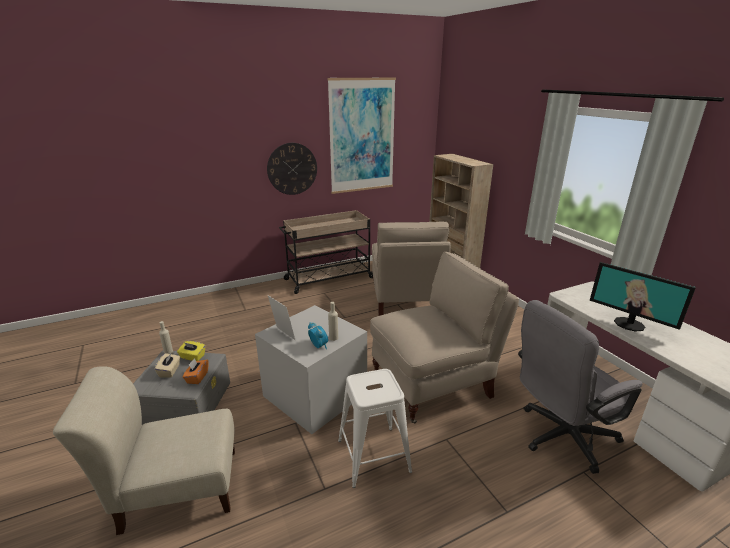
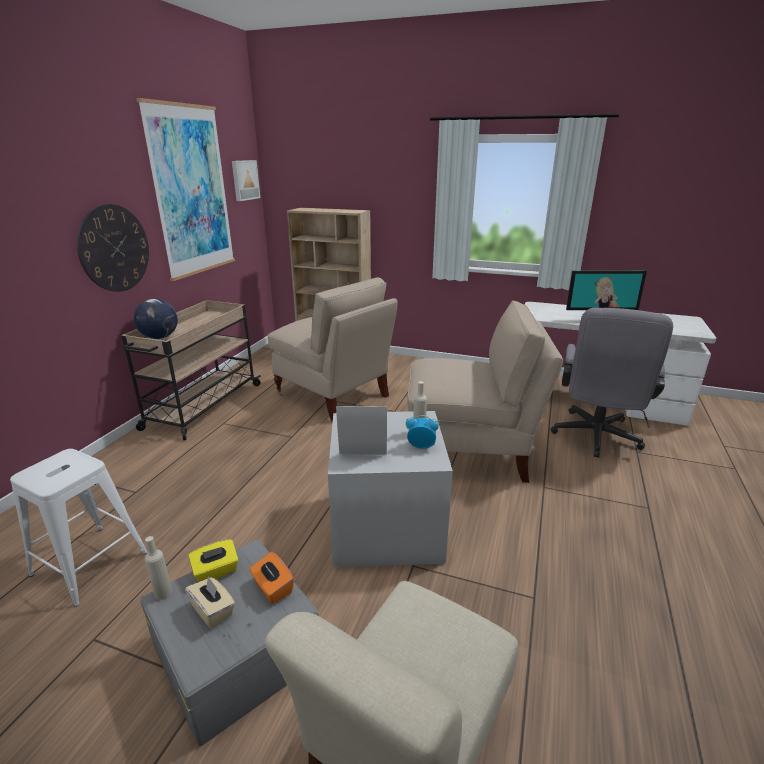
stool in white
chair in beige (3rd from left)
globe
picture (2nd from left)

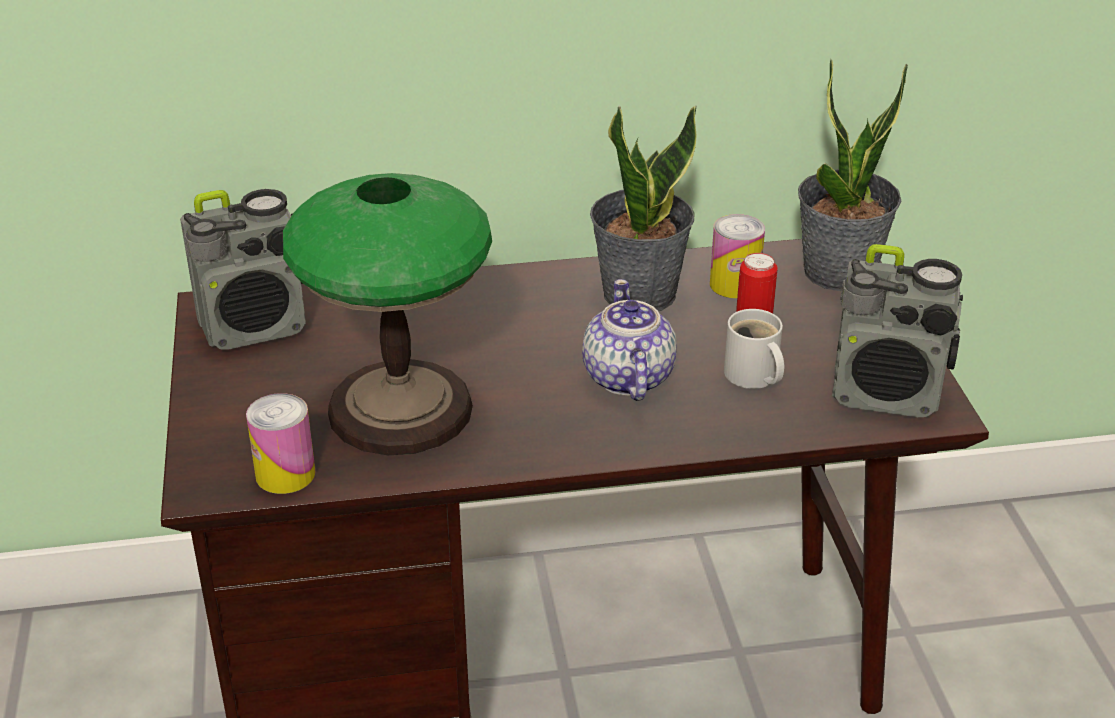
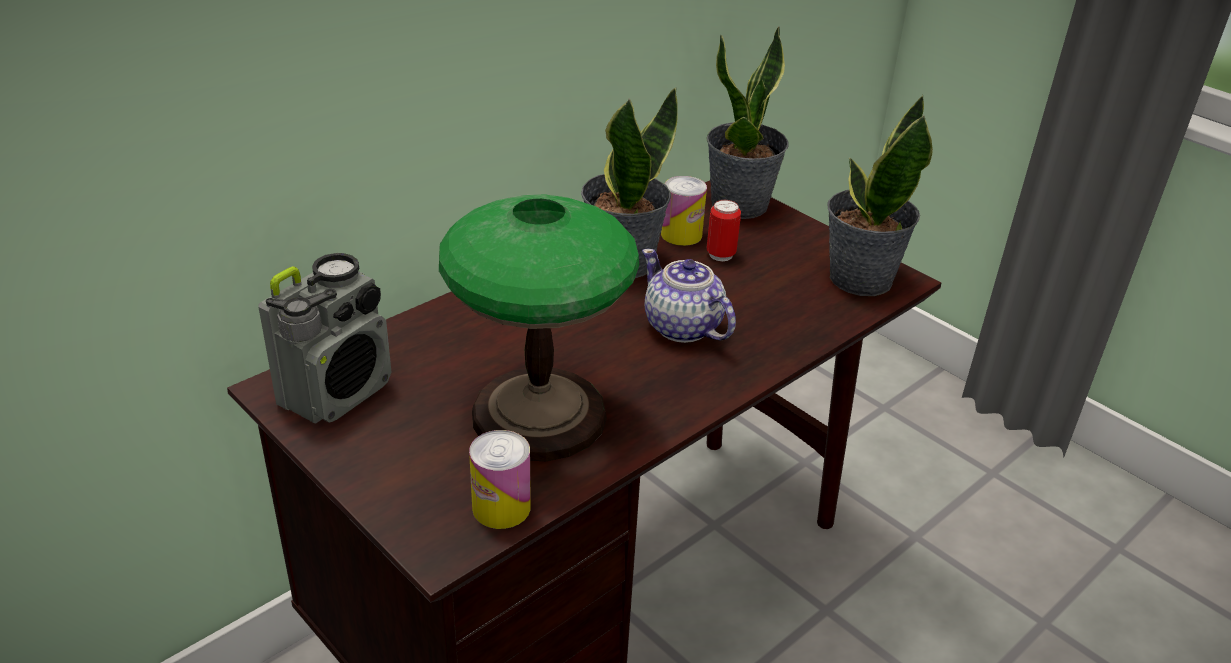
mug in white
potted plant (3rd from left)

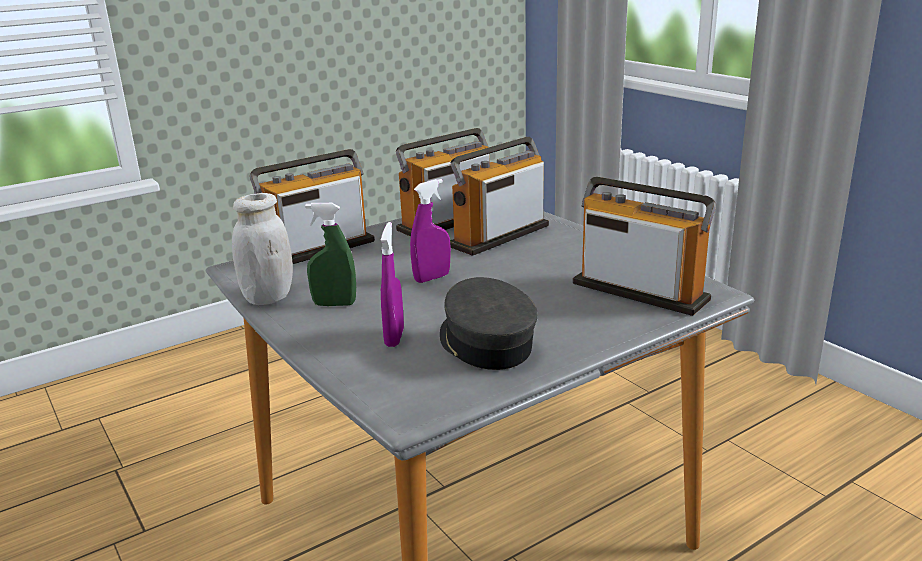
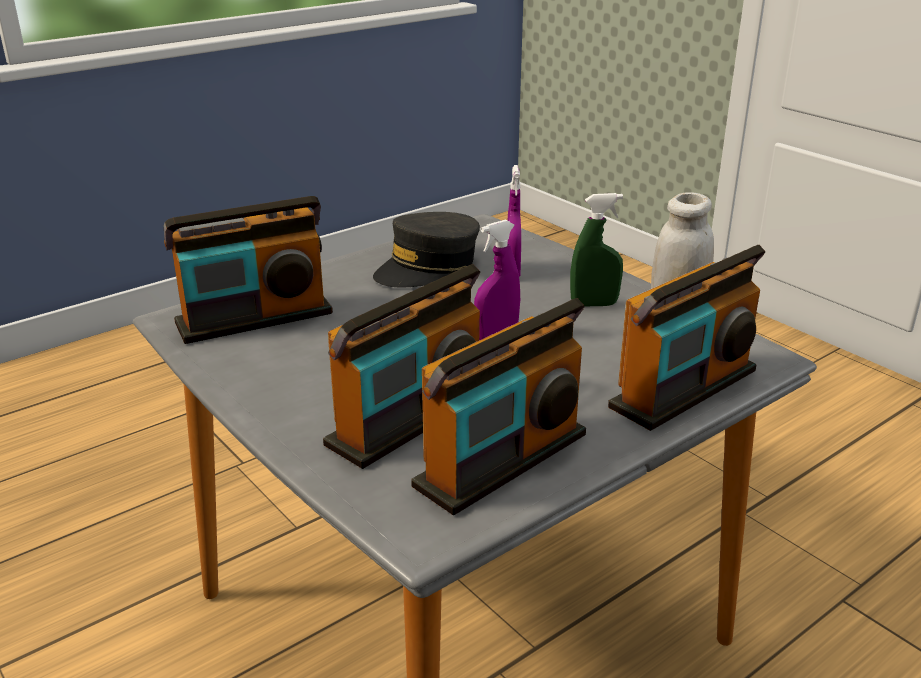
cap in grey
radio (1st from left)

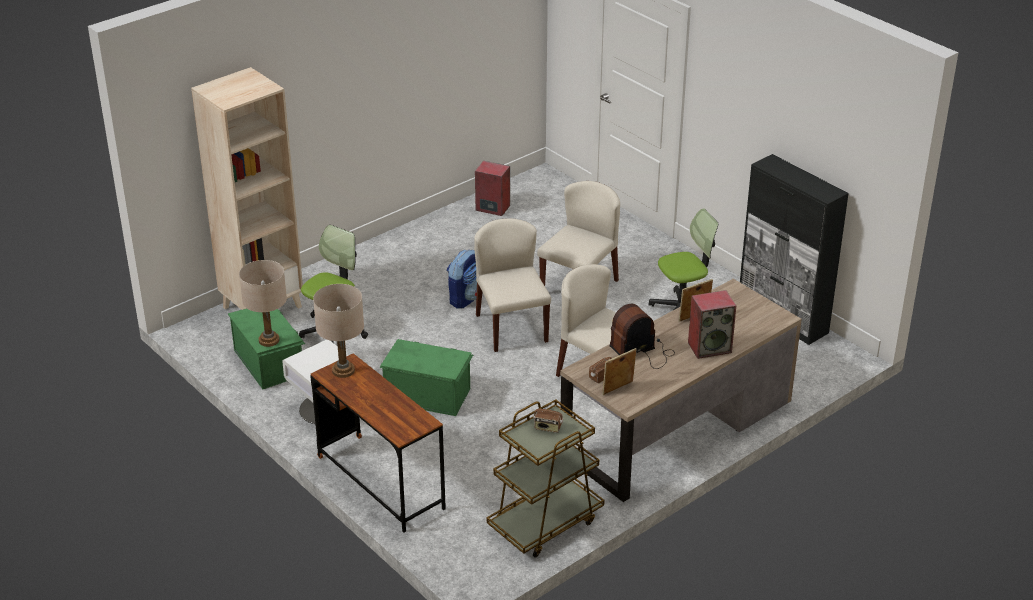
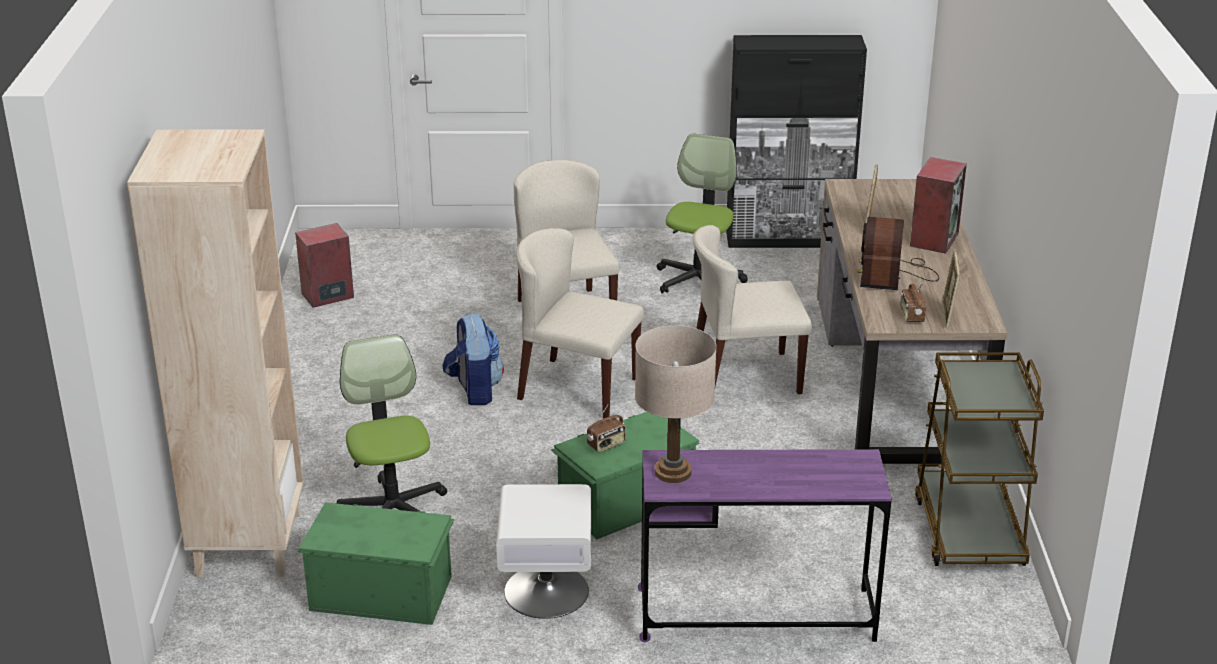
table lamp in beige (1st from left in the first image)
desk in purple
radio (1st from left)

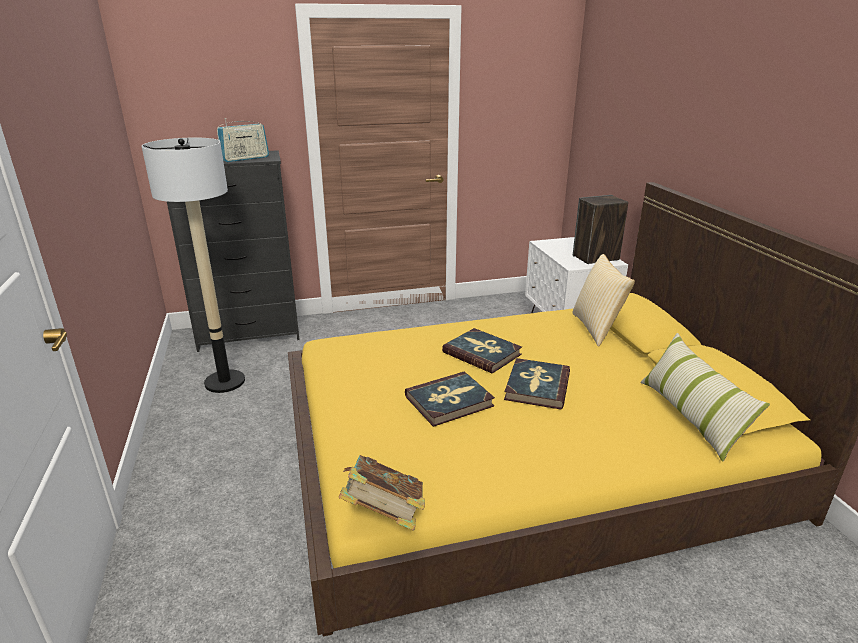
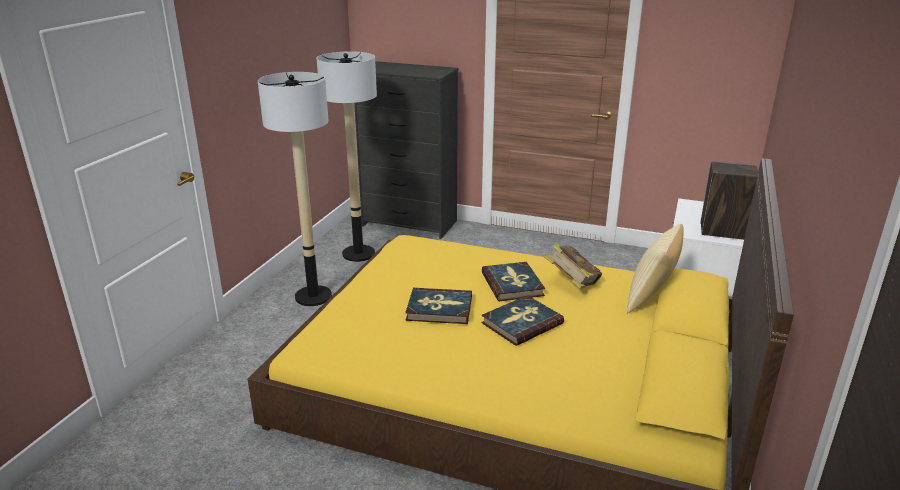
radio
book (4th from left)
pillow (2nd from left in the first image)
floor lamp (1st from left)

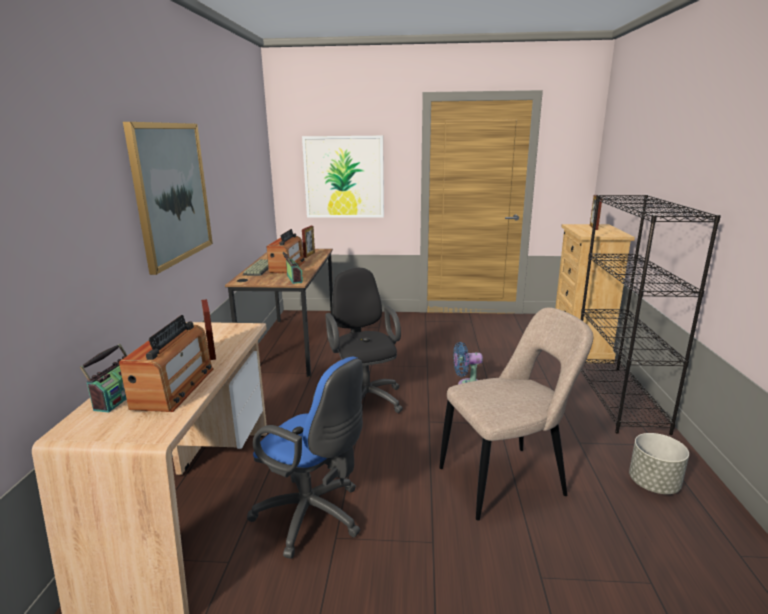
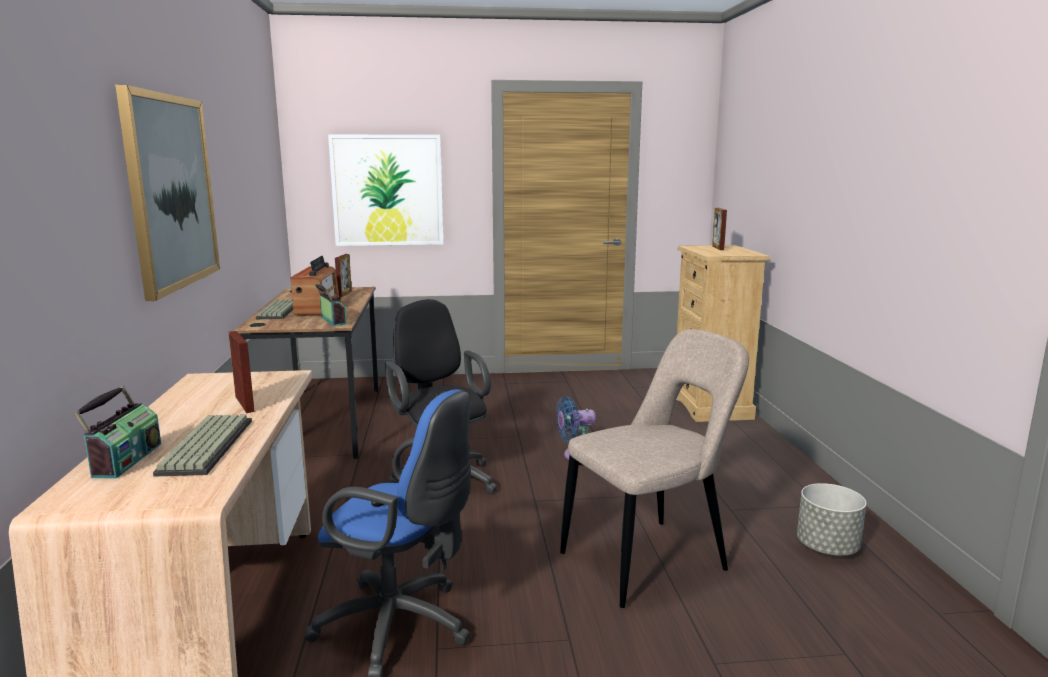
keyboard (1st from left)
bookcase in black

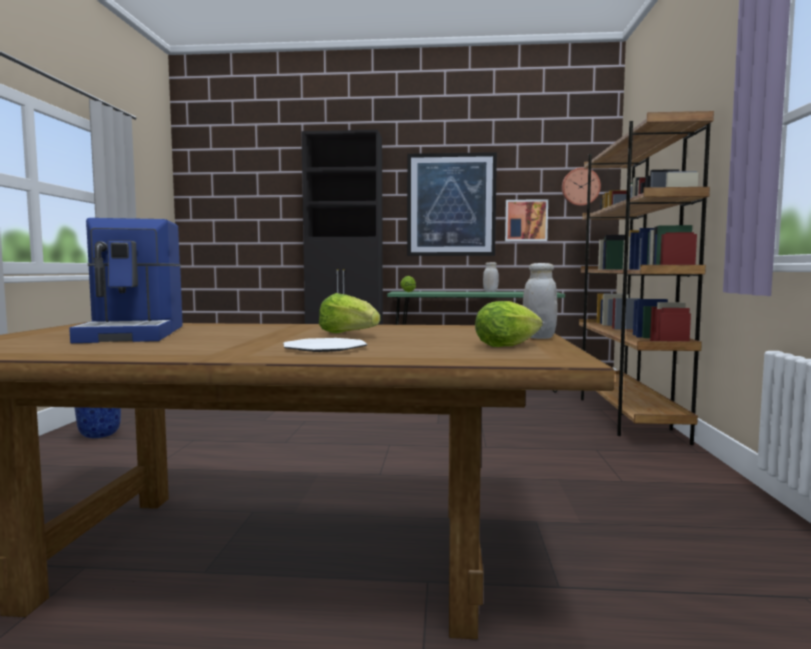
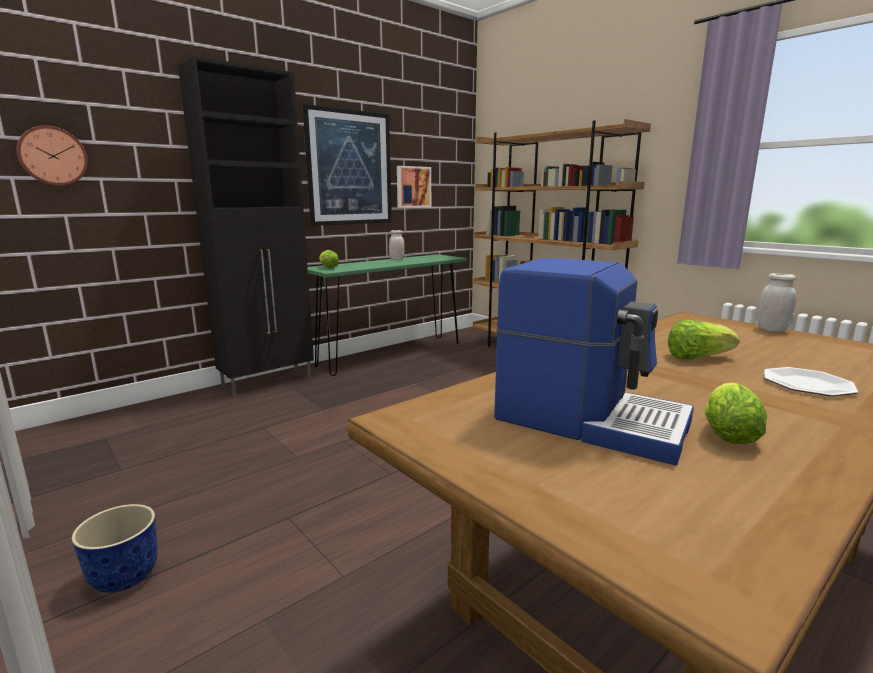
lettuce (3rd from left)
wall clock

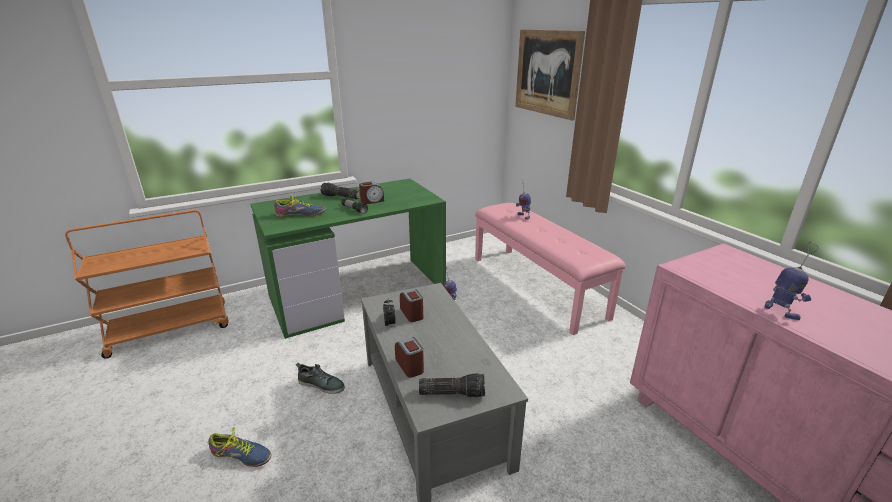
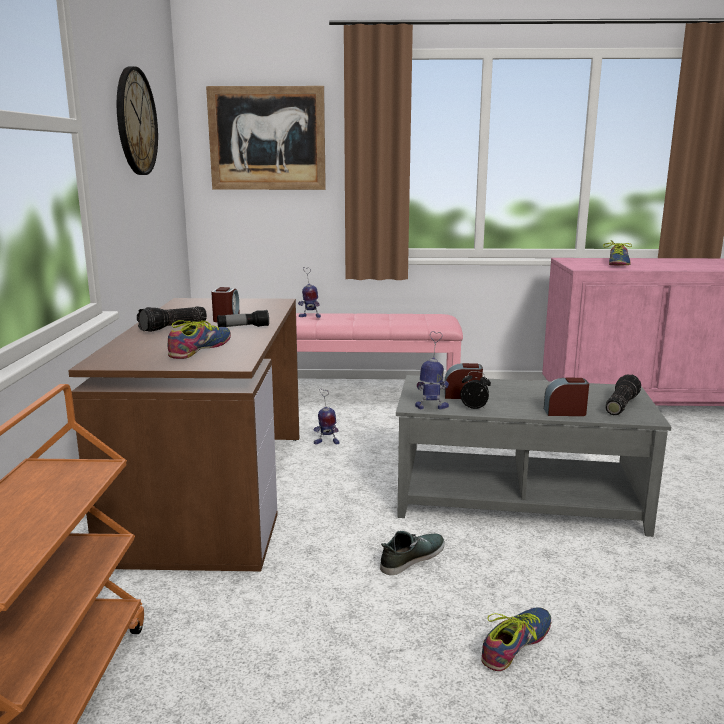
desk in brown
toy robot (3rd from left)
wall clock
shoe (4th from left)

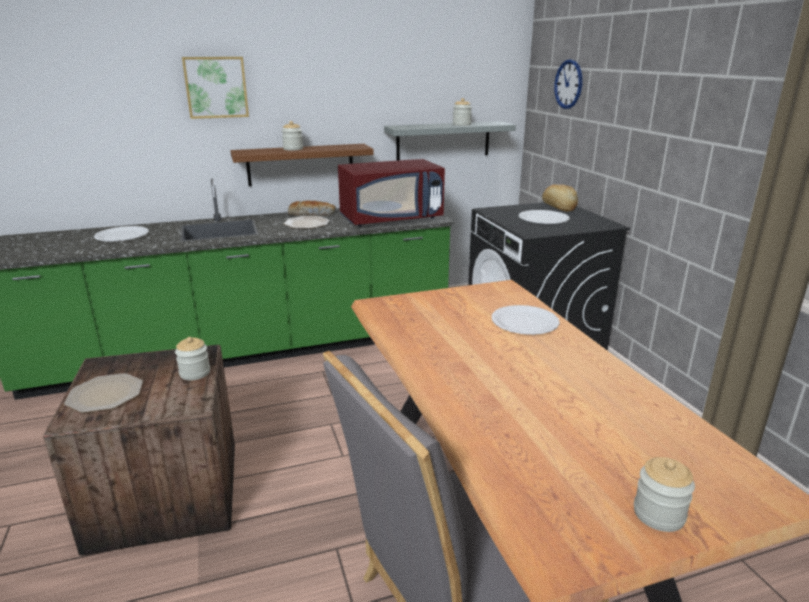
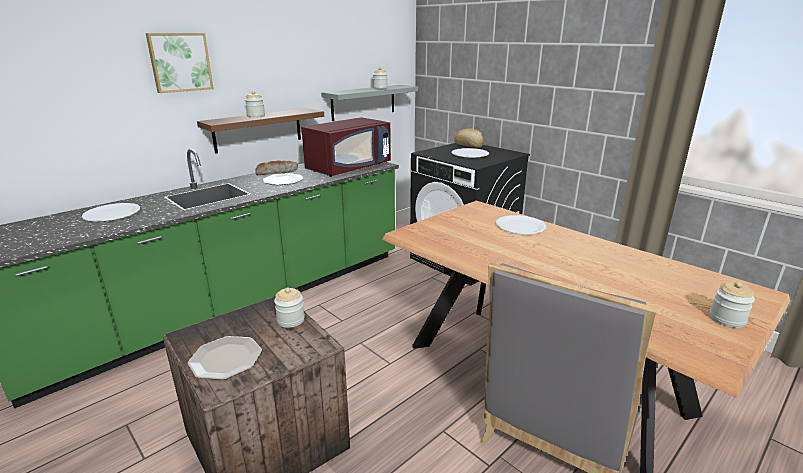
wall clock

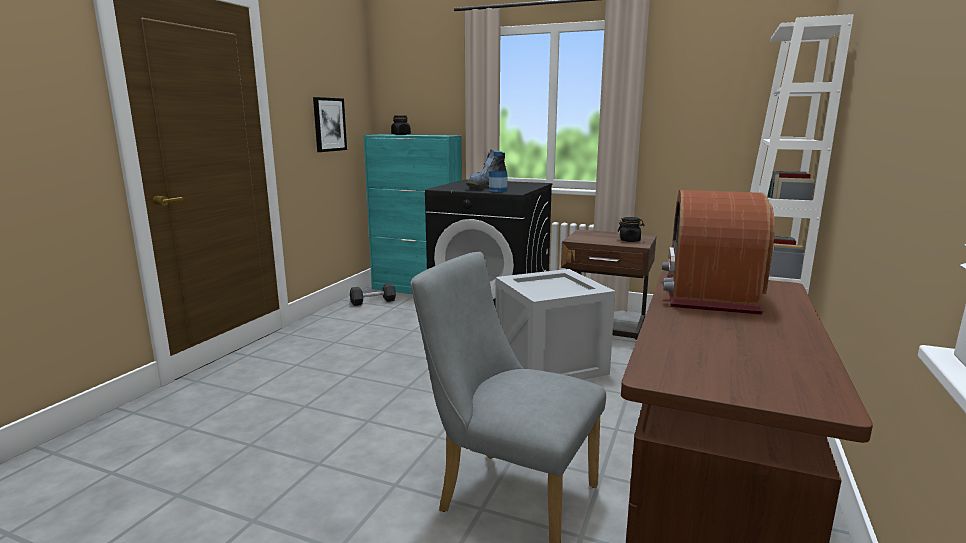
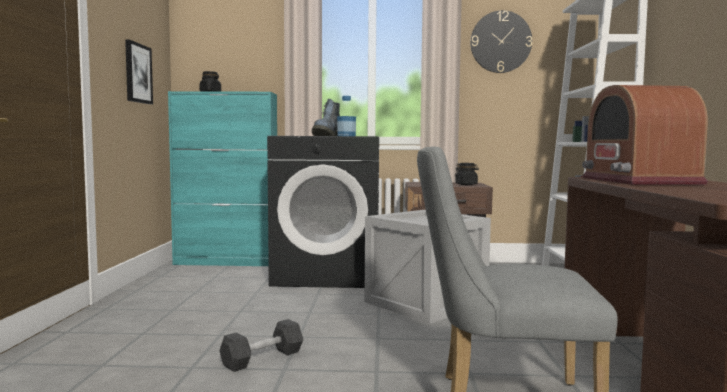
dumbbell in black
wall clock

